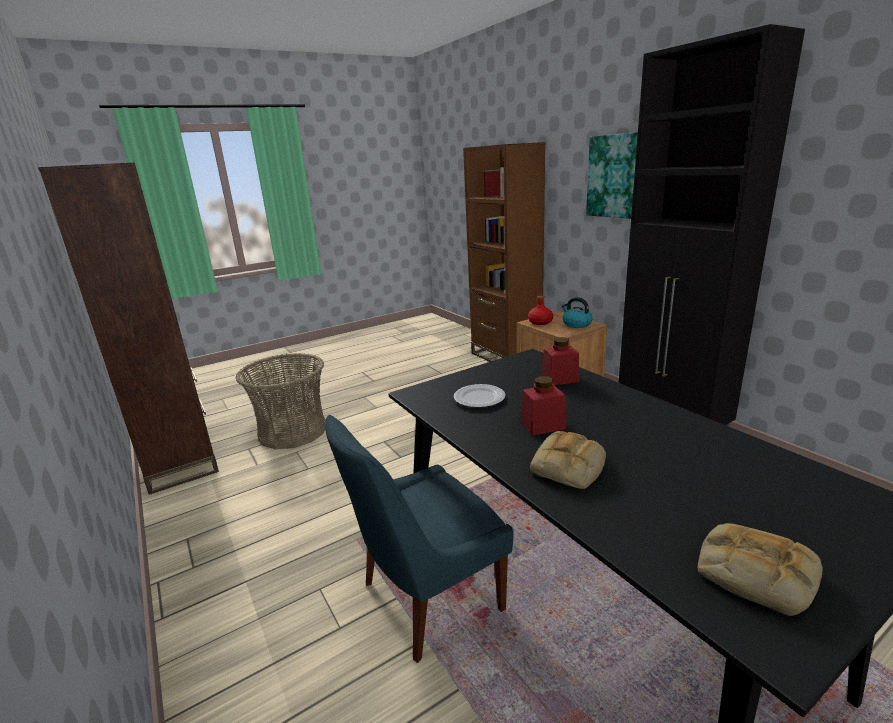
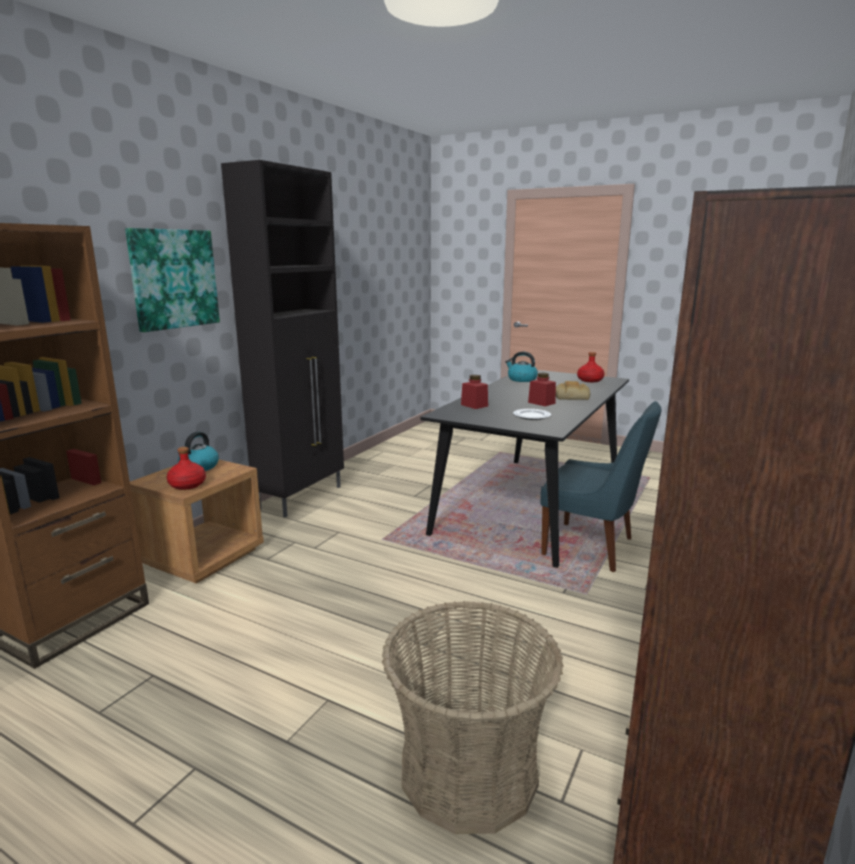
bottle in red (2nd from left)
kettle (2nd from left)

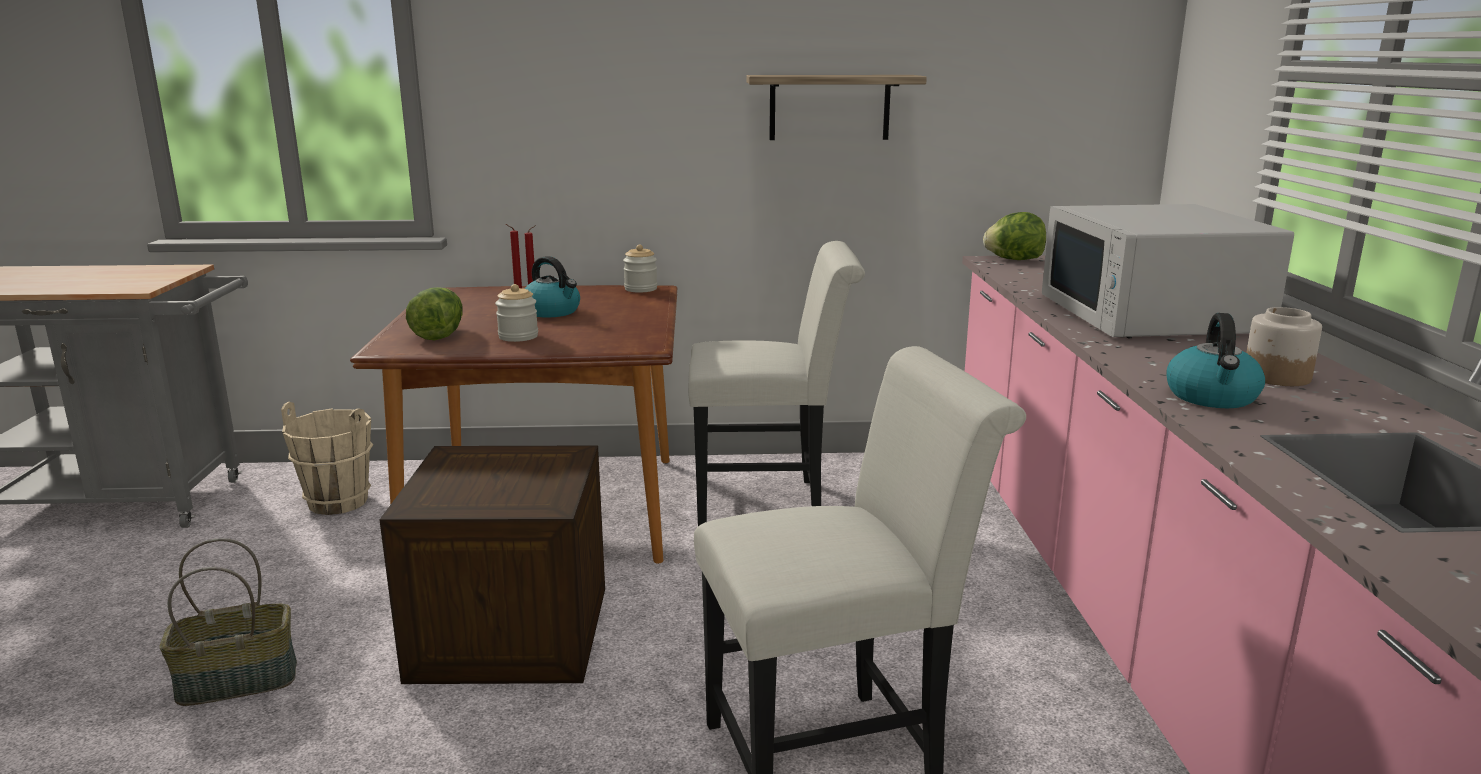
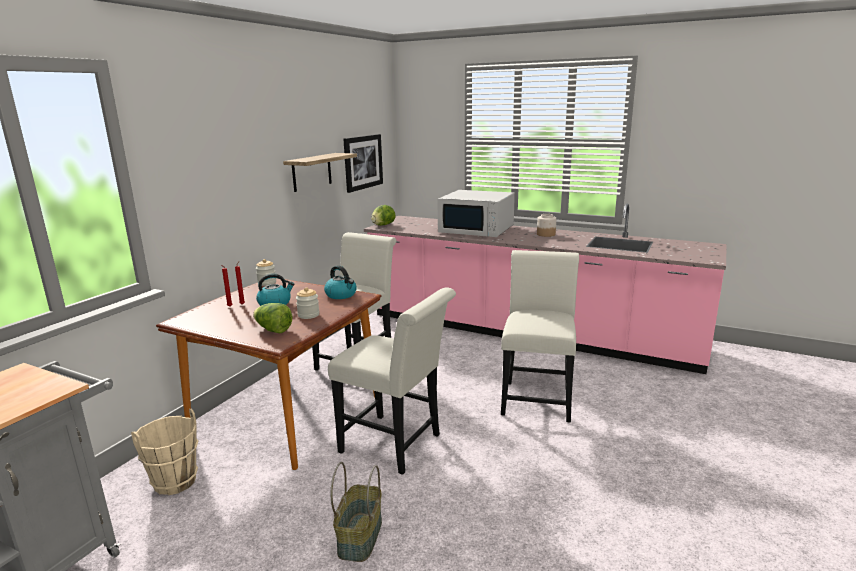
chair in white (2nd from left)
kettle (2nd from left)
picture

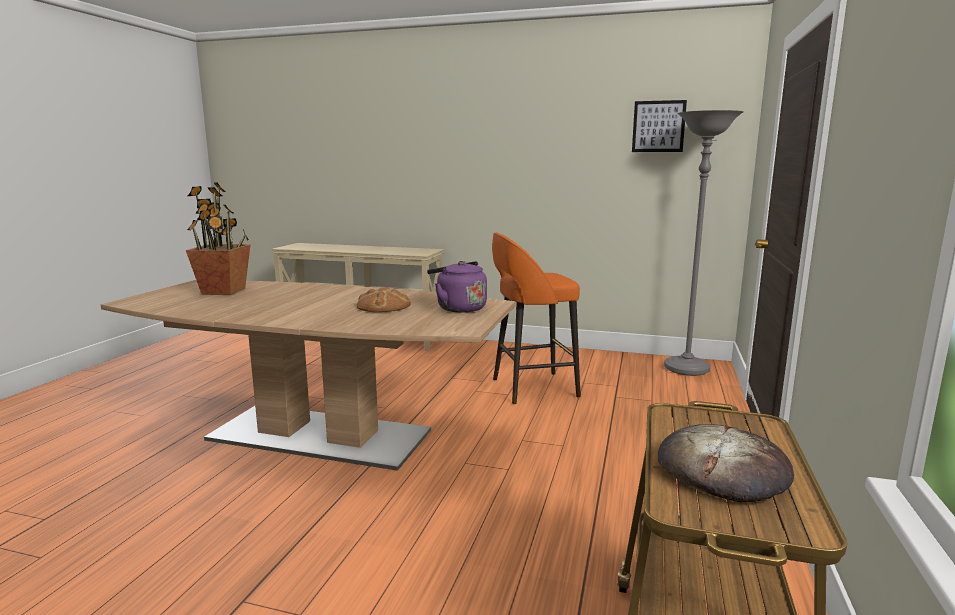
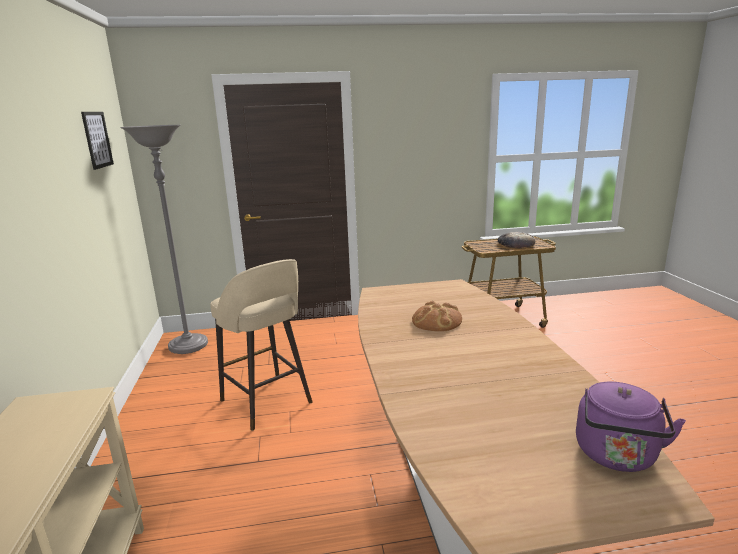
potted plant
kettle in purple
stool in beige

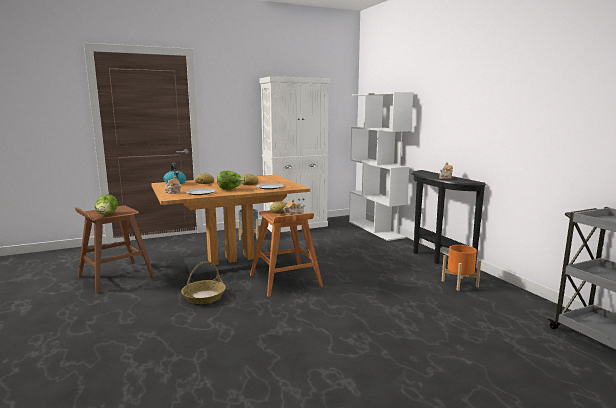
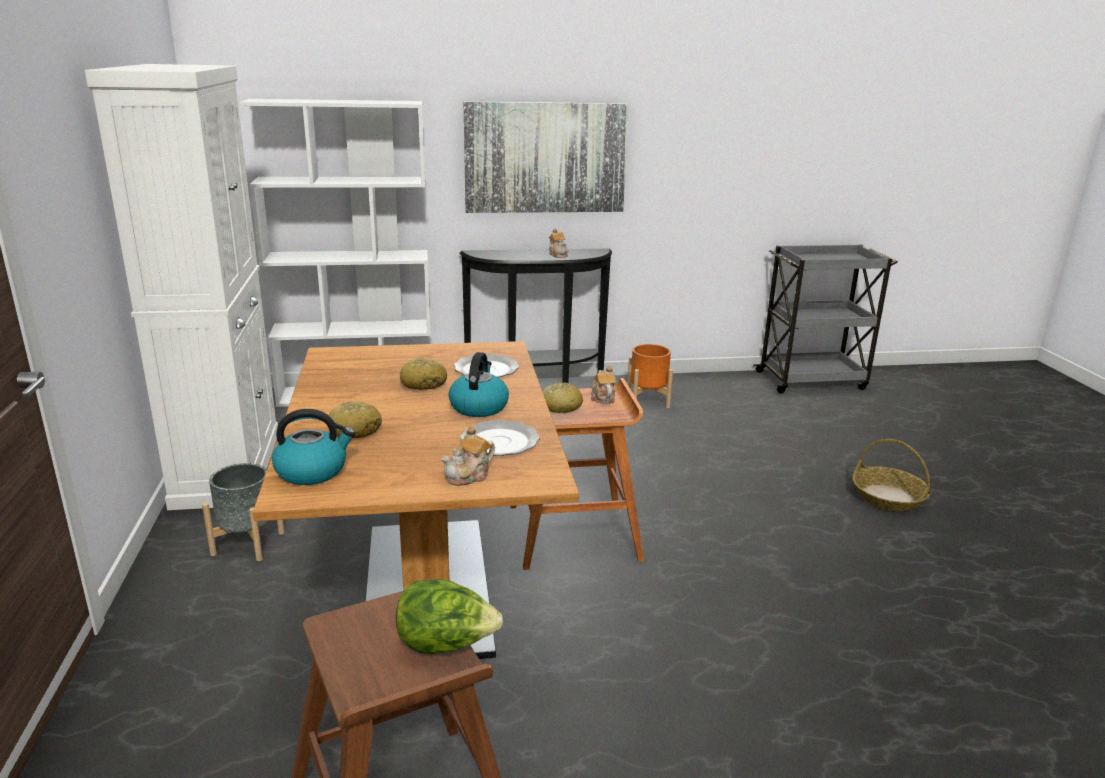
basket
kettle (2nd from left)
picture

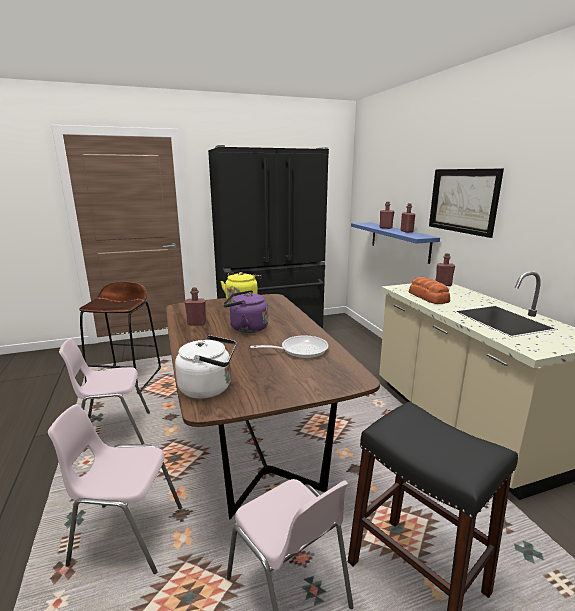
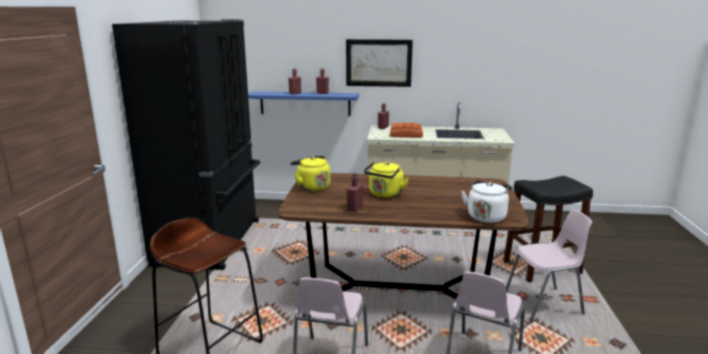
kettle in yellow (2nd from left)
frying pan

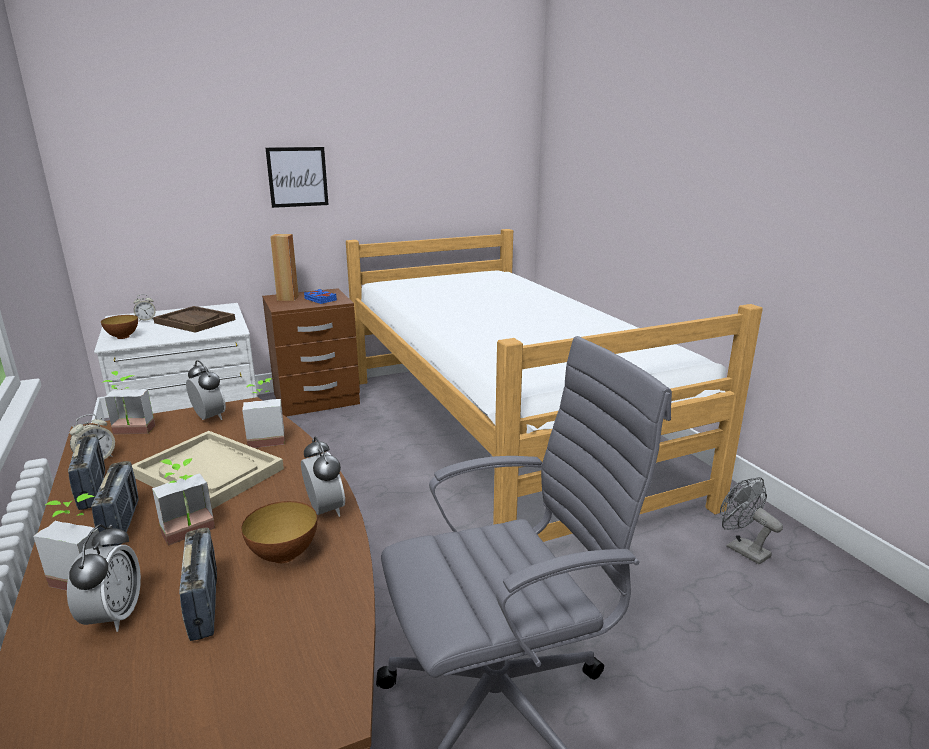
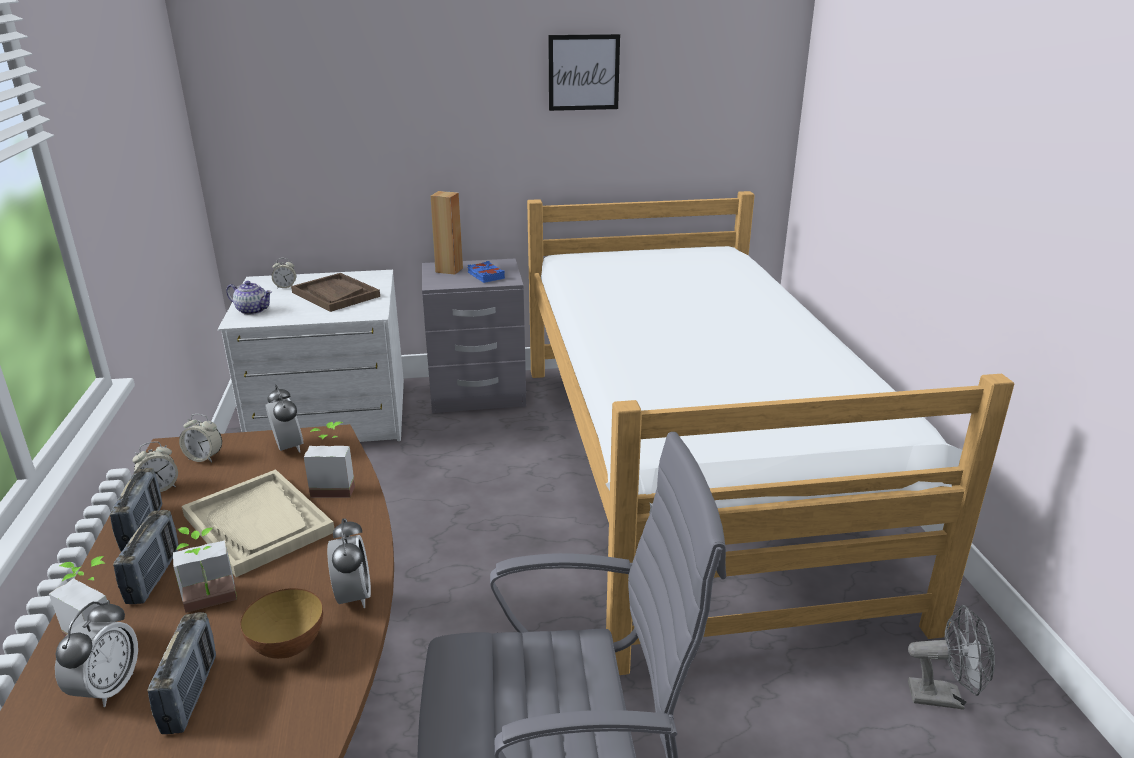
teapot
alarm clock (3rd from left)
nightstand in grey
picture
fan in grey

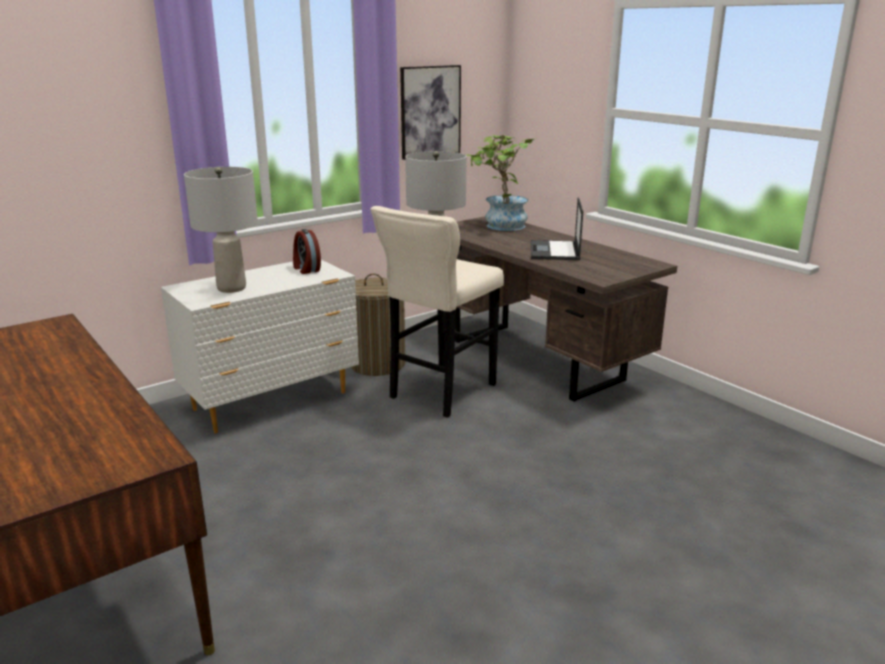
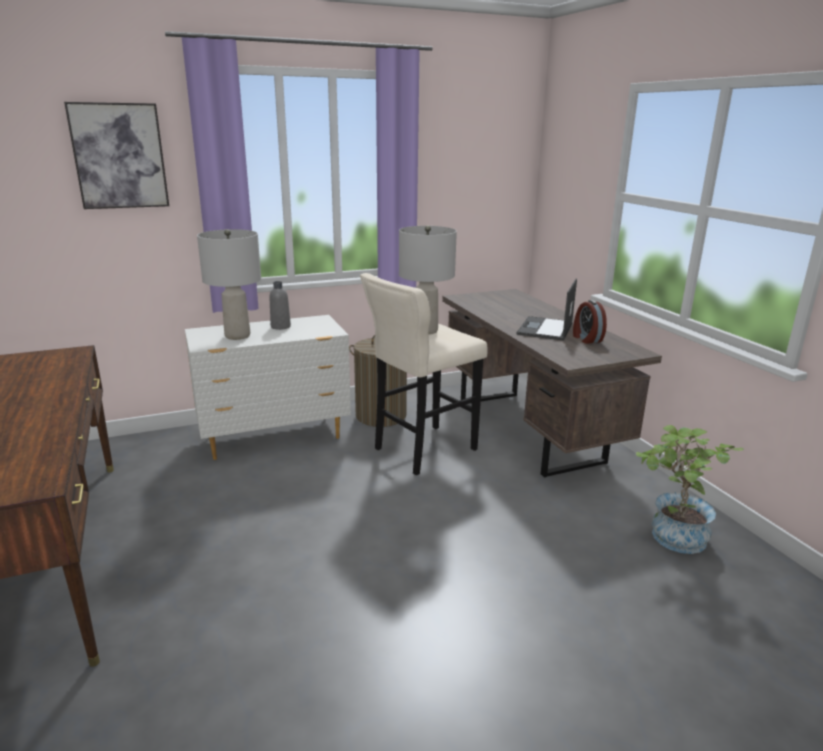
alarm clock
picture
potted plant
bottle in grey

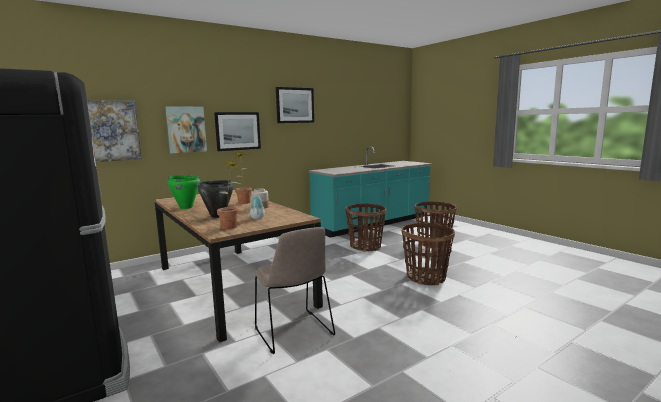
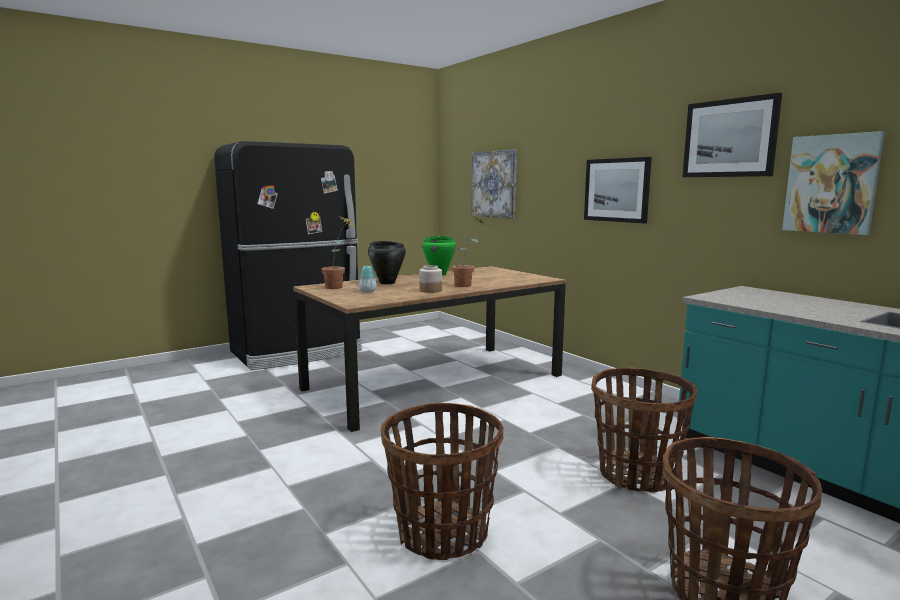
picture (4th from left)
chair in beige

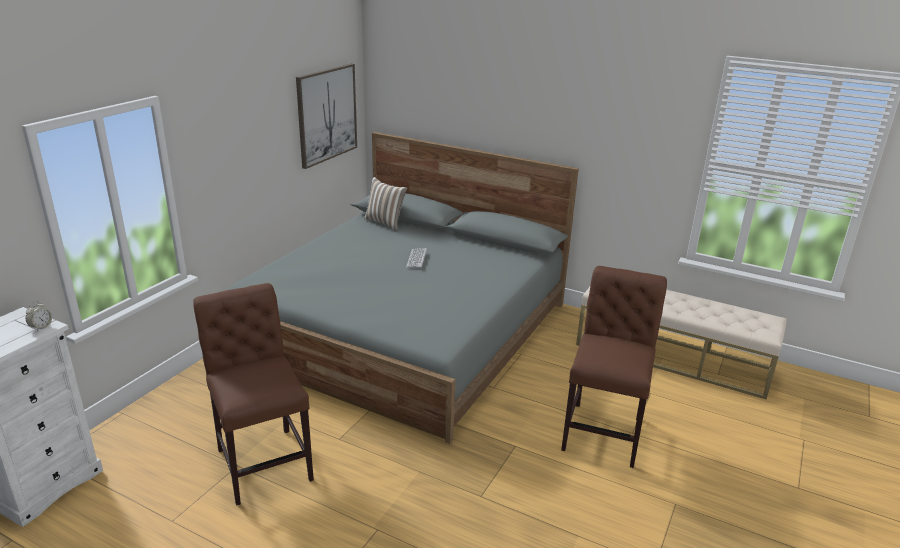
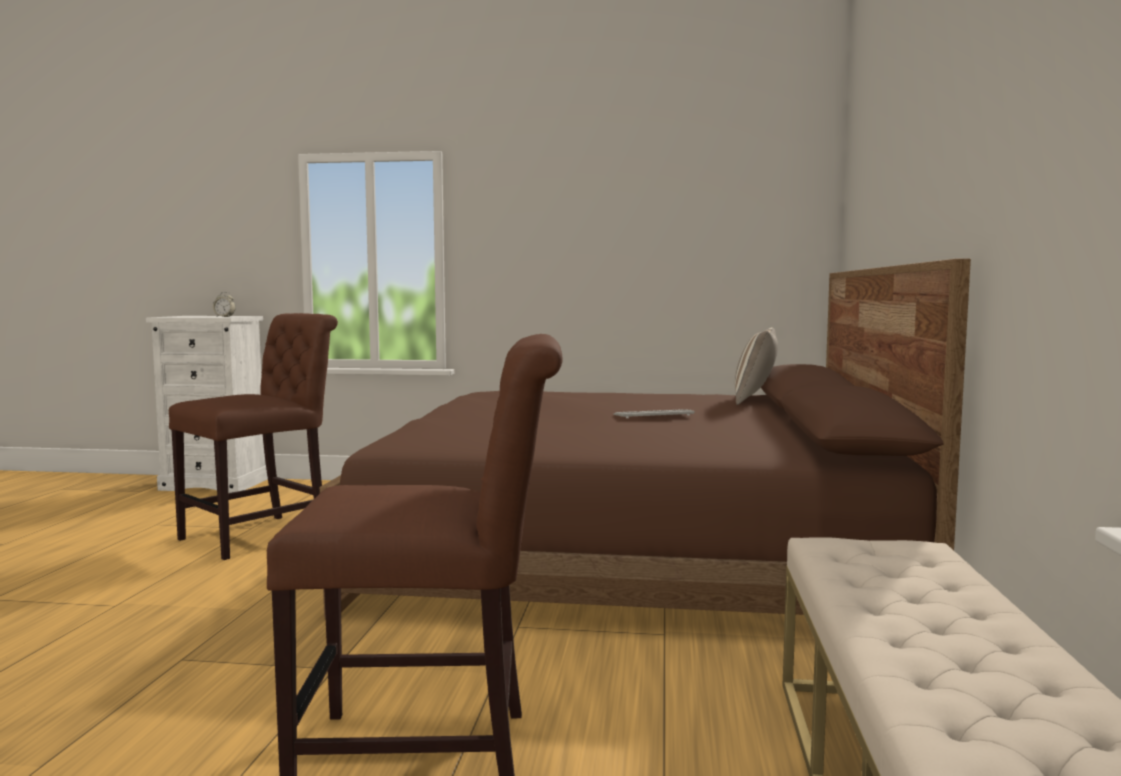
bed in brown
picture

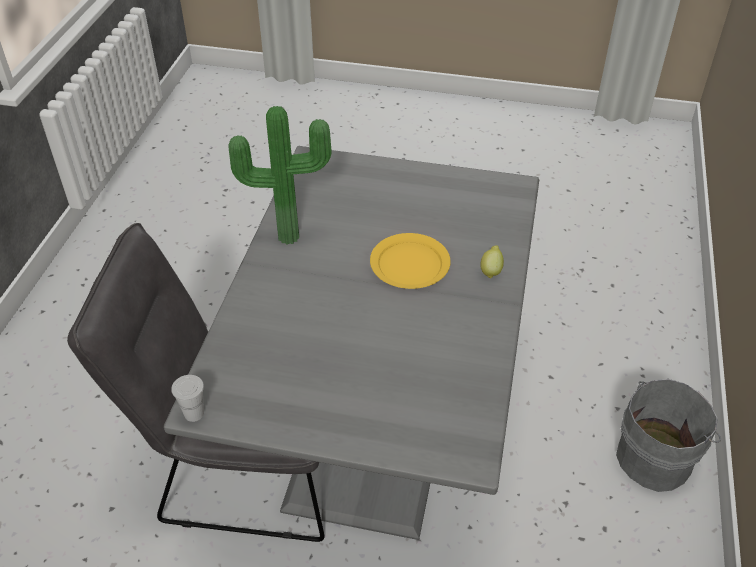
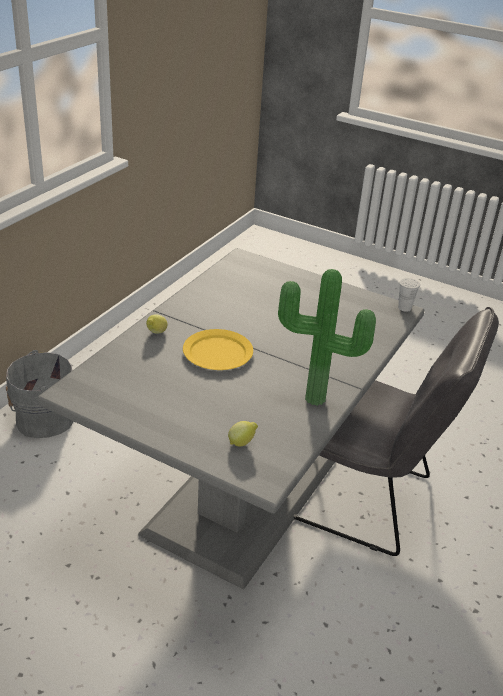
lemon (2nd from left)

